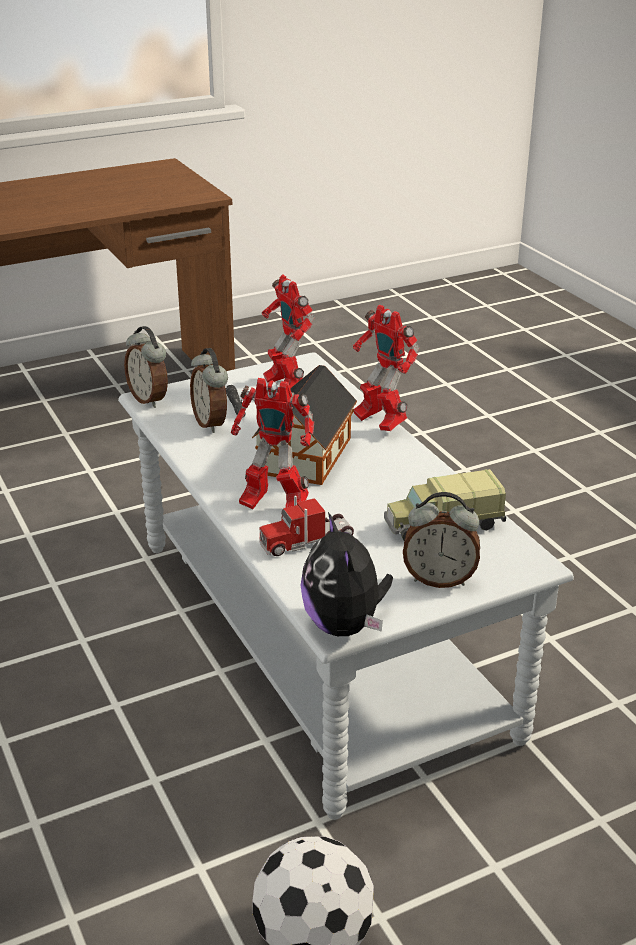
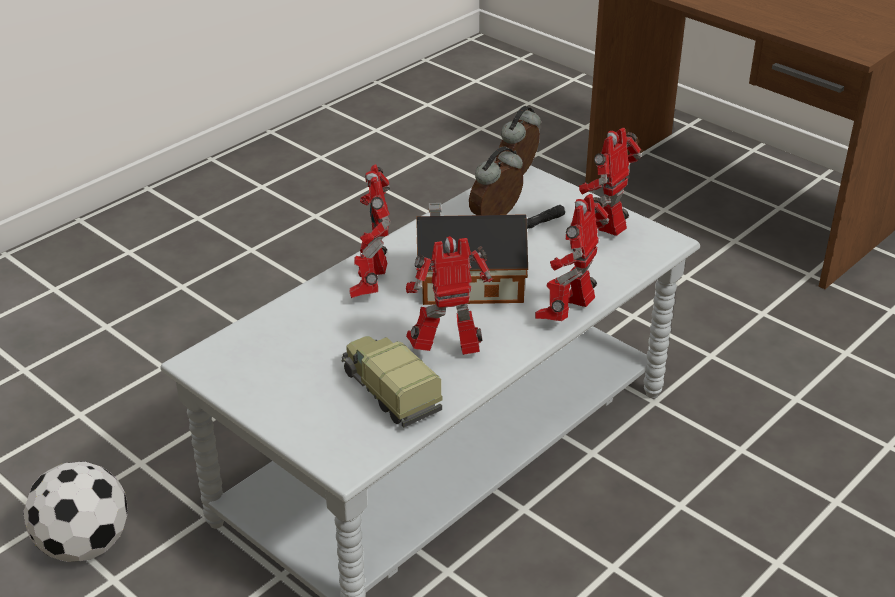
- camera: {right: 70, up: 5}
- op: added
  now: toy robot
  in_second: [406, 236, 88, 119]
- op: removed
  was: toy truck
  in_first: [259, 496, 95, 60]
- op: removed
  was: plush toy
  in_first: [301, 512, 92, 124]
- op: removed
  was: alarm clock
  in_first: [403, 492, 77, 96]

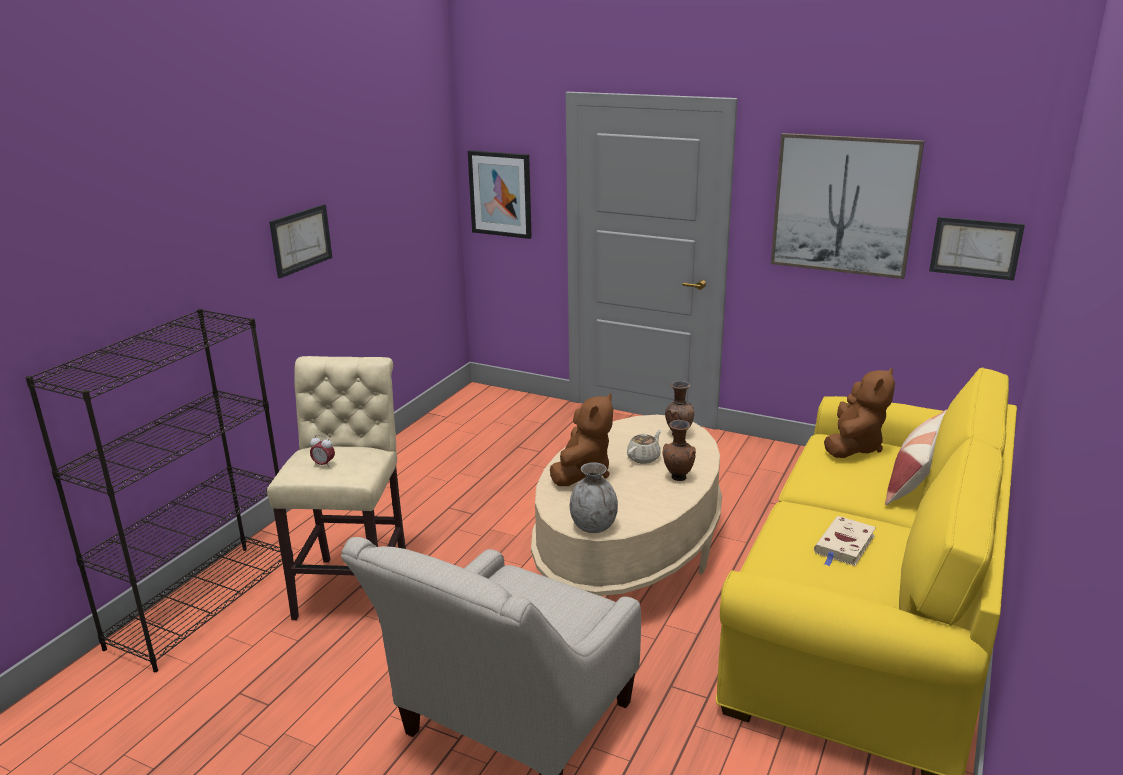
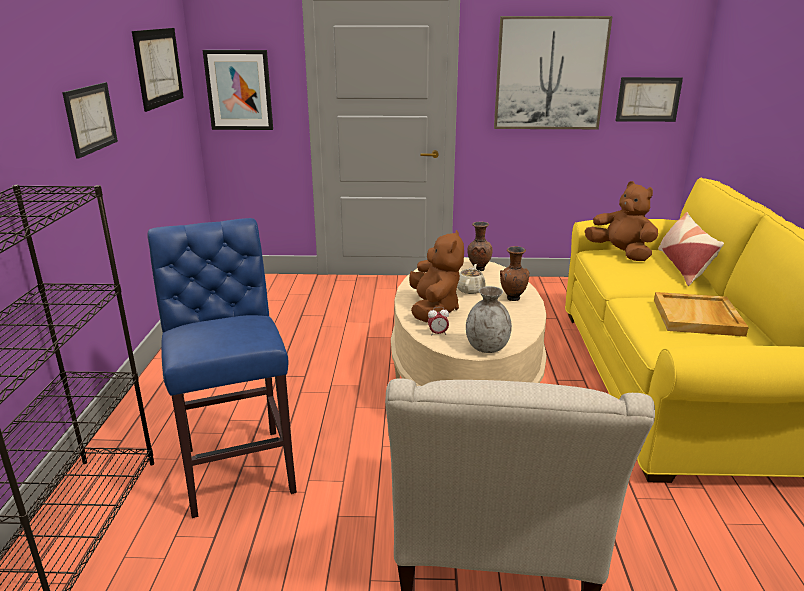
- camera: {right: -25, up: 0}
- op: added
  now: picture
  in_second: [132, 28, 52, 84]
- op: recoloured
  was: beige stool
  now: blue stool
  in_first: [267, 356, 139, 267]
  in_second: [147, 218, 150, 300]
- op: moved
  was: alarm clock
  in_first: [310, 435, 25, 33]
  in_second: [428, 307, 21, 29]
- op: turned
  was: brown plush toy
  in_first: [824, 367, 71, 91]
  in_second: [585, 181, 73, 80]
  clockwise: -45
- op: replaced
  was: beige book
  now: beige tray
  in_first: [814, 516, 62, 50]
  in_second: [654, 292, 95, 45]

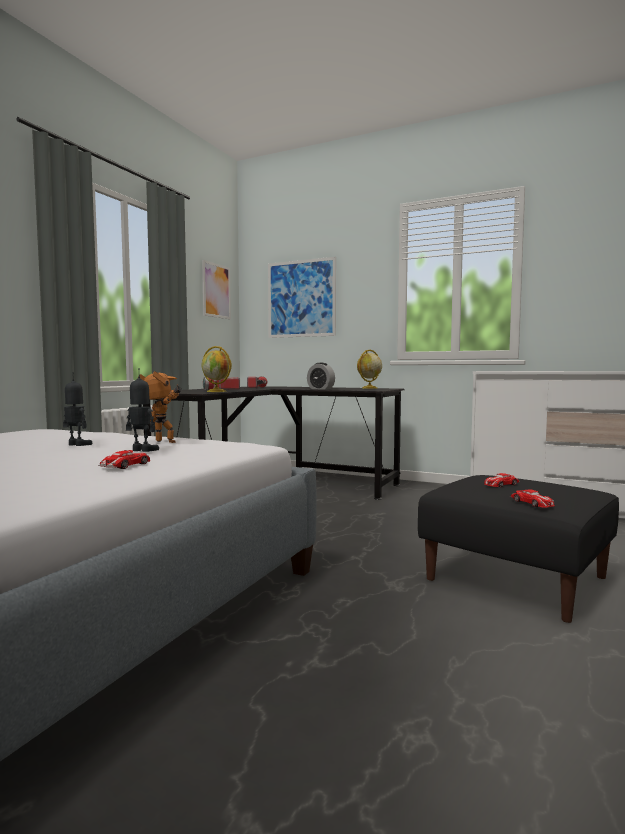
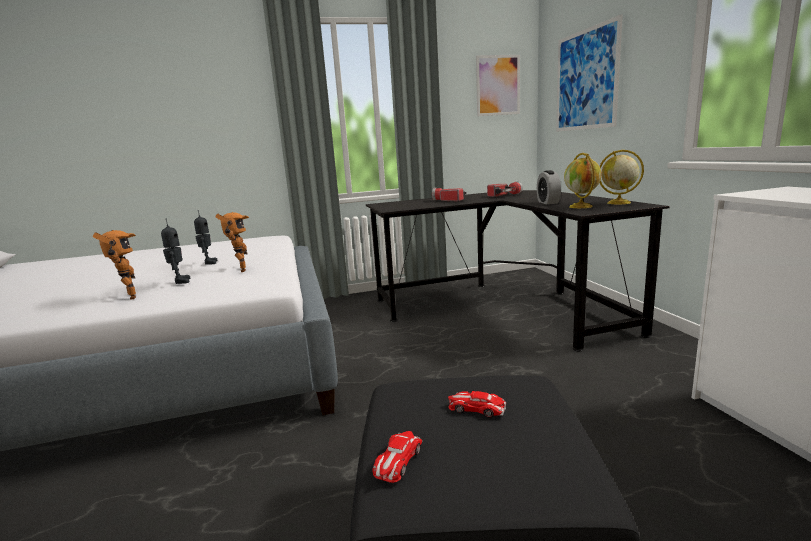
- camera: {right: 50, up: 10}
- op: replaced
  was: toy car
  now: toy robot
  in_first: [98, 450, 52, 19]
  in_second: [93, 230, 43, 70]
- op: moved
  was: globe
  in_first: [201, 346, 31, 46]
  in_second: [564, 153, 38, 55]

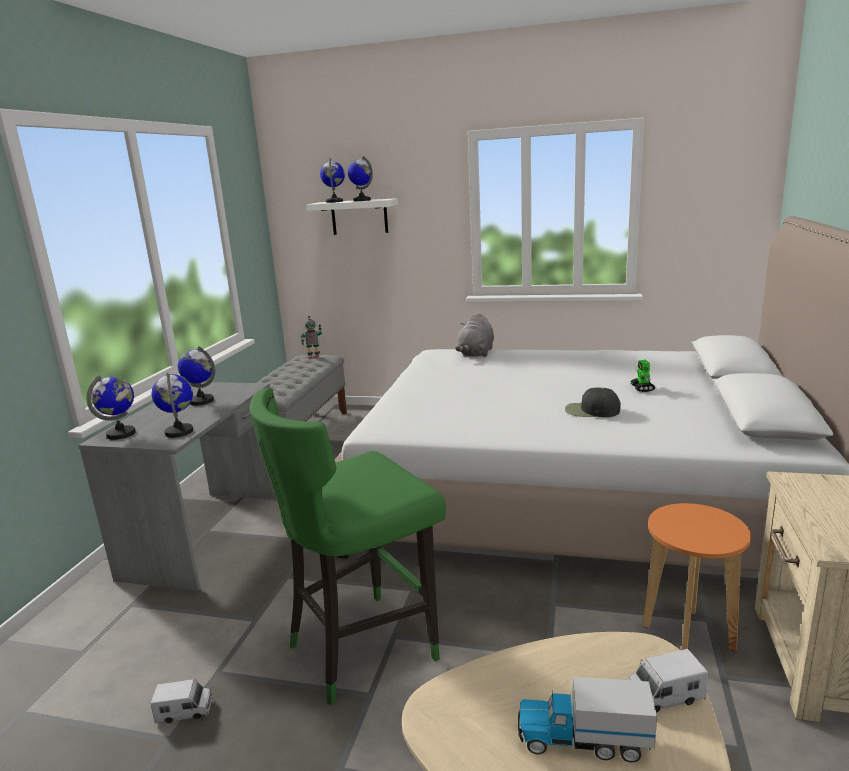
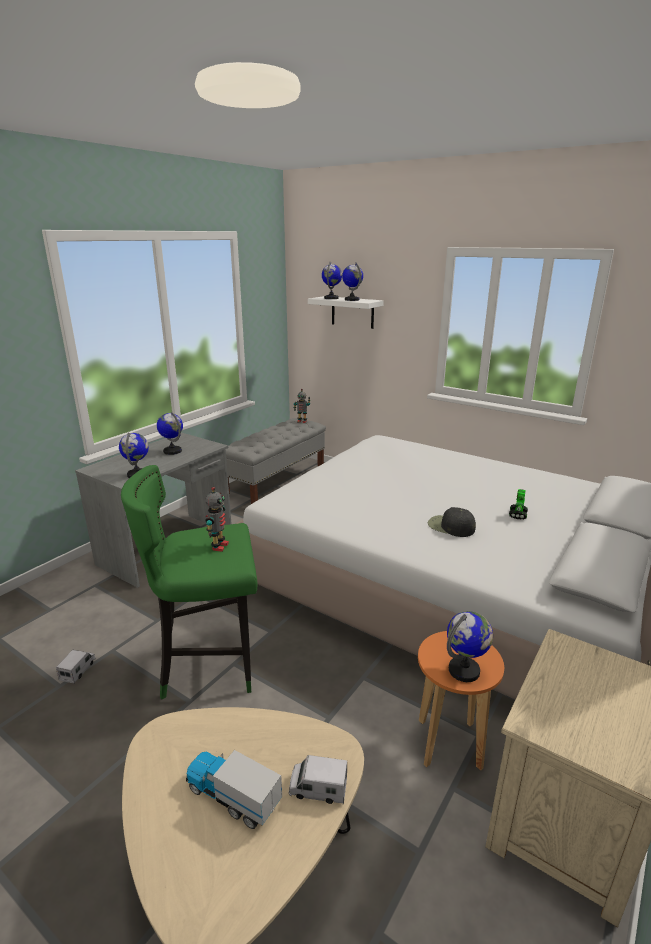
- camera: {right: 20, up: 5}
- op: turned
  was: toy truck
  in_first: [151, 679, 62, 45]
  in_second: [56, 650, 40, 34]
  clockwise: -90
- op: added
  now: toy robot
  in_second: [205, 487, 24, 65]
- op: moved
  was: globe
  in_first: [86, 375, 50, 65]
  in_second: [447, 611, 46, 71]
- op: removed
  was: grey plush toy
  in_first: [455, 314, 39, 43]

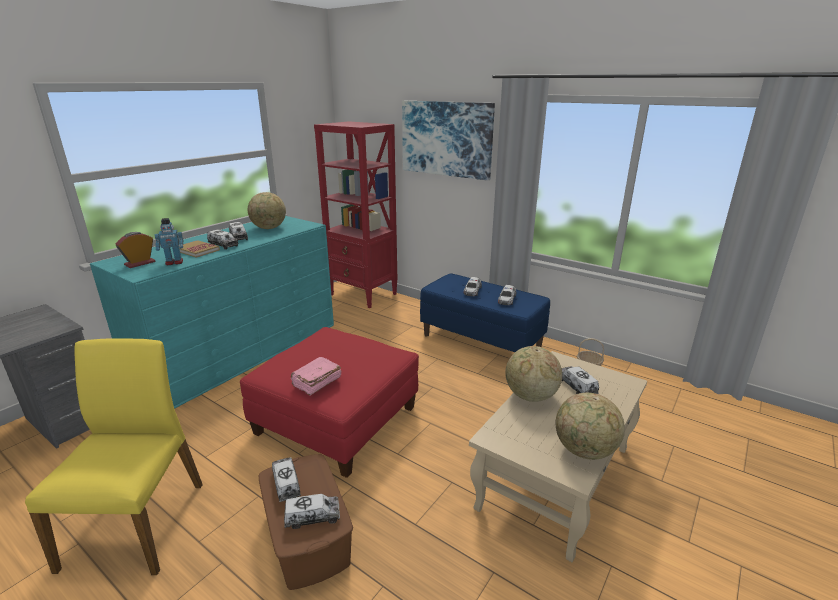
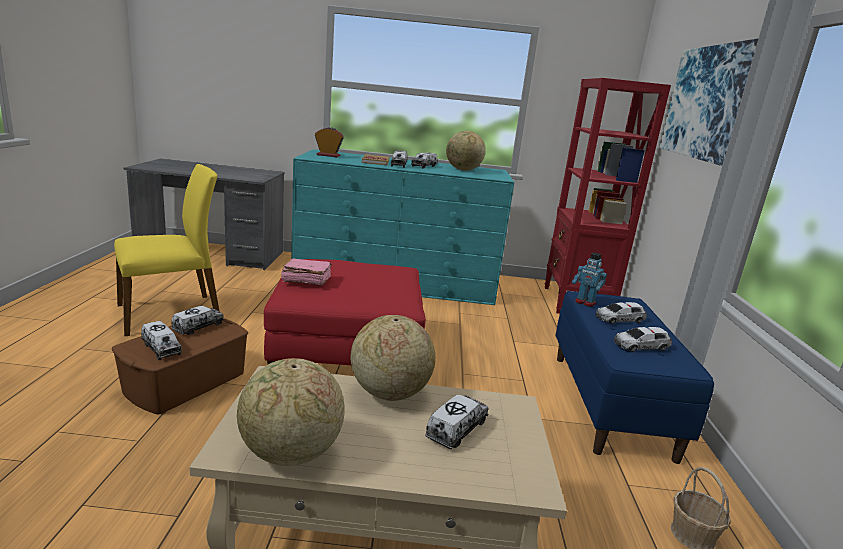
- camera: {right: 55, up: -5}
- op: moved
  was: toy robot
  in_first: [155, 218, 29, 47]
  in_second: [572, 252, 35, 55]

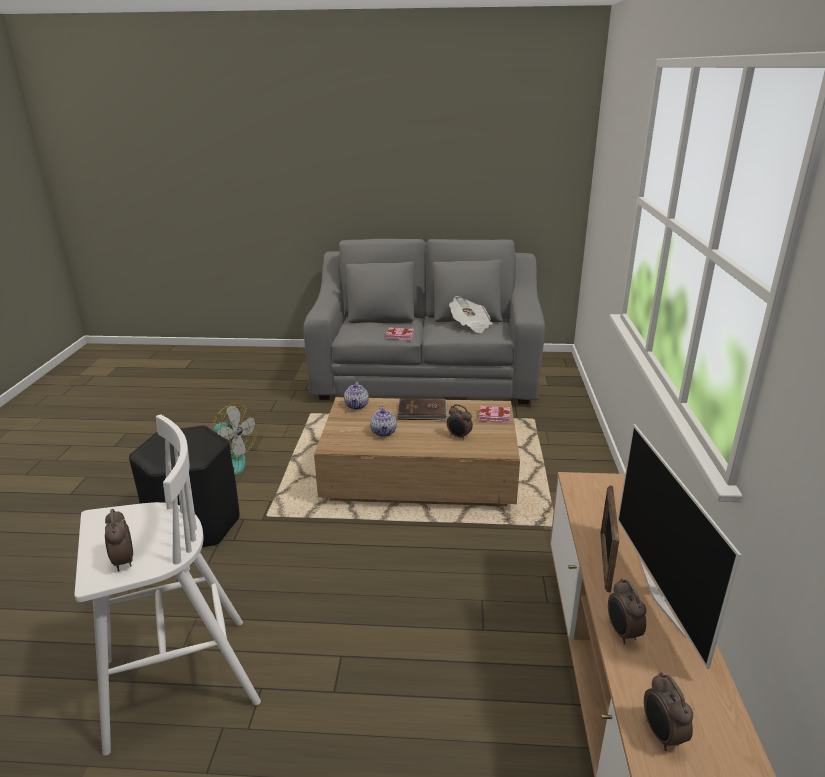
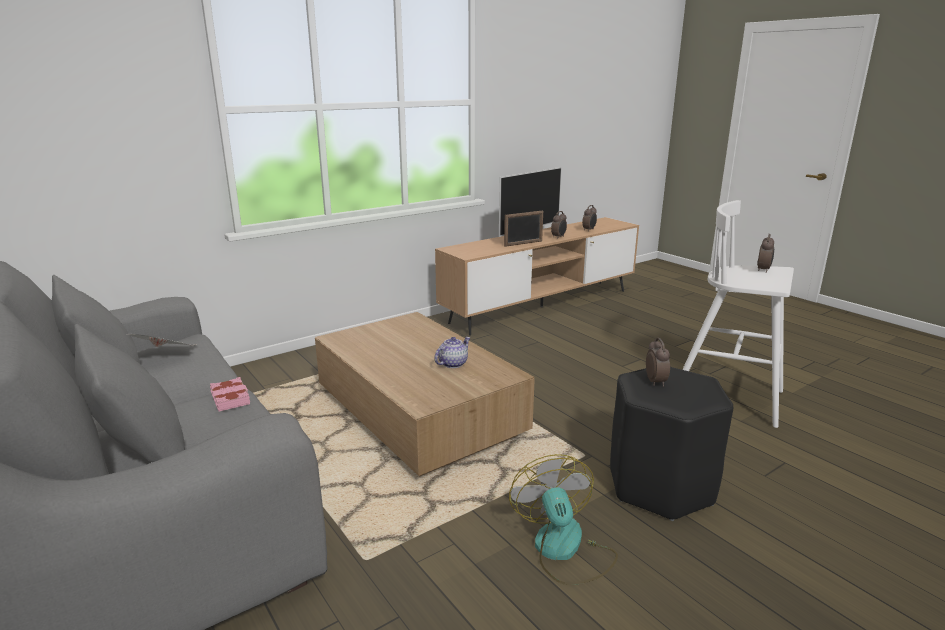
- camera: {right: -130, up: -5}
- op: moved
  was: alarm clock
  in_first: [447, 404, 26, 36]
  in_second: [646, 338, 24, 49]
- op: removed
  was: teapot
  in_first: [344, 381, 25, 29]
- op: removed
  was: brown book
  in_first: [397, 399, 51, 21]
- op: removed
  was: pink book
  in_first: [479, 405, 31, 18]

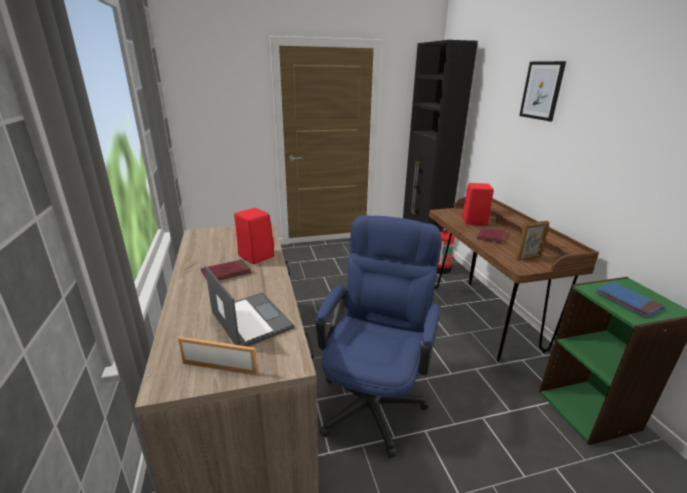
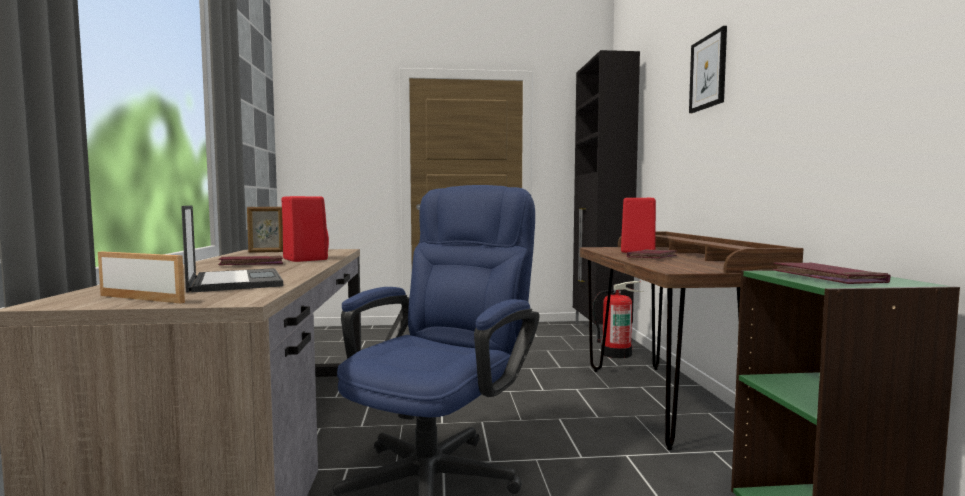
- camera: {right: 10, up: -20}
- op: moved
  was: picture frame
  in_first: [515, 221, 35, 40]
  in_second: [247, 207, 36, 46]
- op: recoloured
  was: blue book
  now: red book
  in_first: [595, 282, 70, 36]
  in_second: [773, 262, 118, 22]

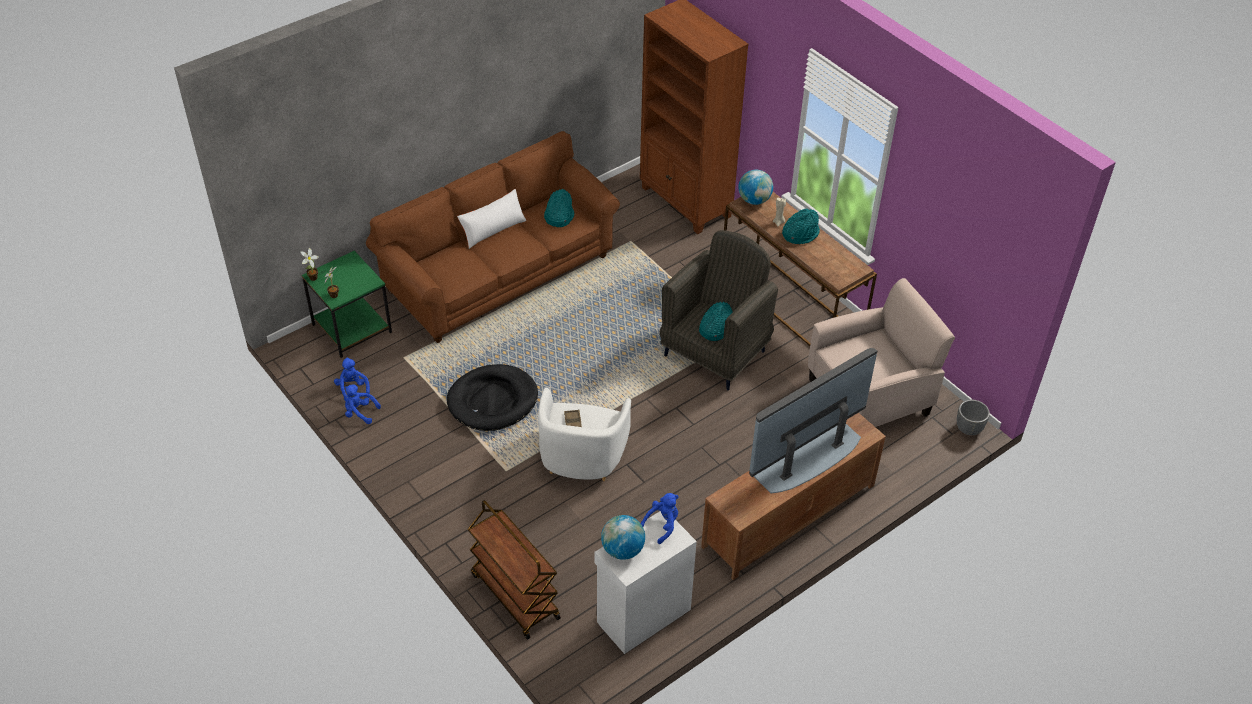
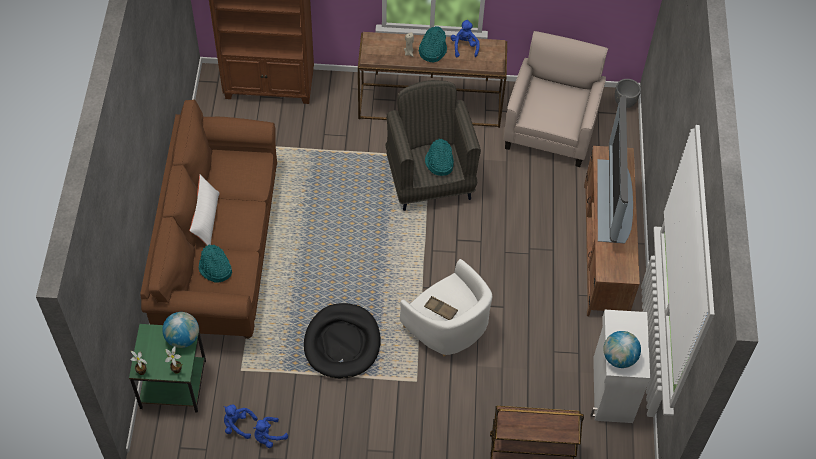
- camera: {right: -50, up: 10}
- op: moved
  was: globe
  in_first: [738, 170, 35, 35]
  in_second: [162, 312, 37, 36]
- op: moved
  was: turquoise hat
  in_first: [544, 189, 30, 38]
  in_second: [199, 245, 33, 38]
- op: moved
  was: blue plush toy
  in_first: [641, 493, 38, 51]
  in_second: [451, 19, 29, 38]

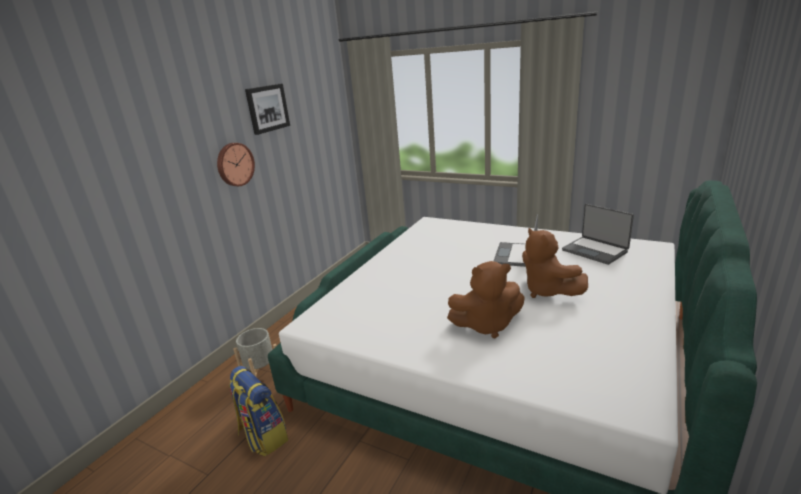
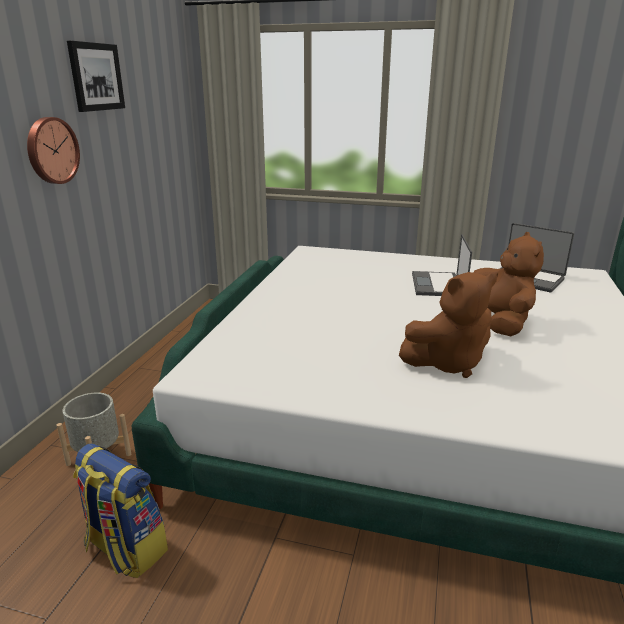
- camera: {right: -15, up: 0}
- op: turned
  was: brown plush toy
  in_first: [522, 228, 66, 70]
  in_second: [474, 232, 70, 104]
  clockwise: -150

